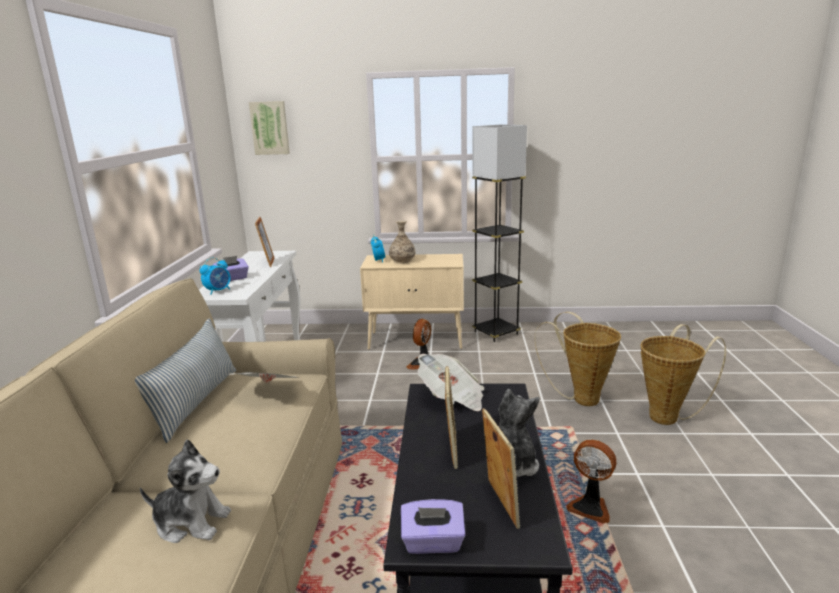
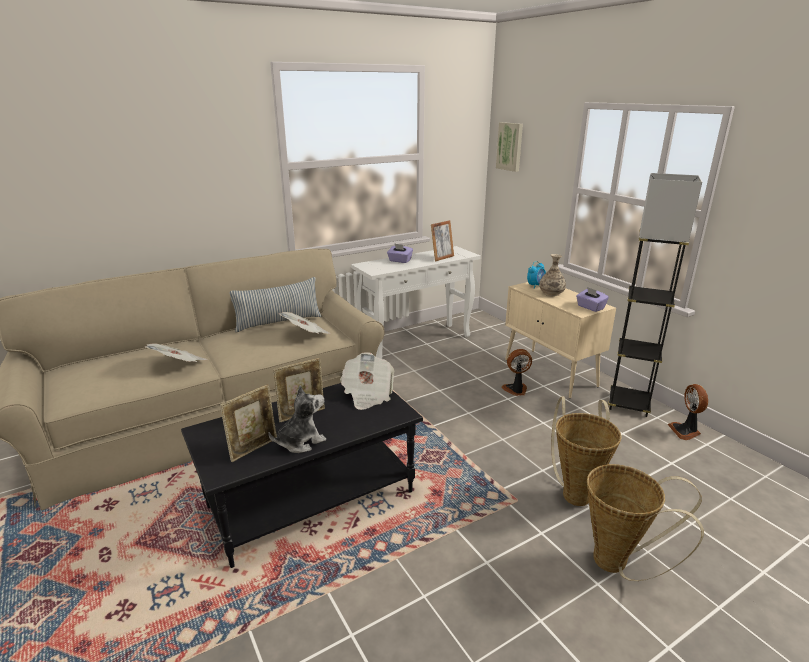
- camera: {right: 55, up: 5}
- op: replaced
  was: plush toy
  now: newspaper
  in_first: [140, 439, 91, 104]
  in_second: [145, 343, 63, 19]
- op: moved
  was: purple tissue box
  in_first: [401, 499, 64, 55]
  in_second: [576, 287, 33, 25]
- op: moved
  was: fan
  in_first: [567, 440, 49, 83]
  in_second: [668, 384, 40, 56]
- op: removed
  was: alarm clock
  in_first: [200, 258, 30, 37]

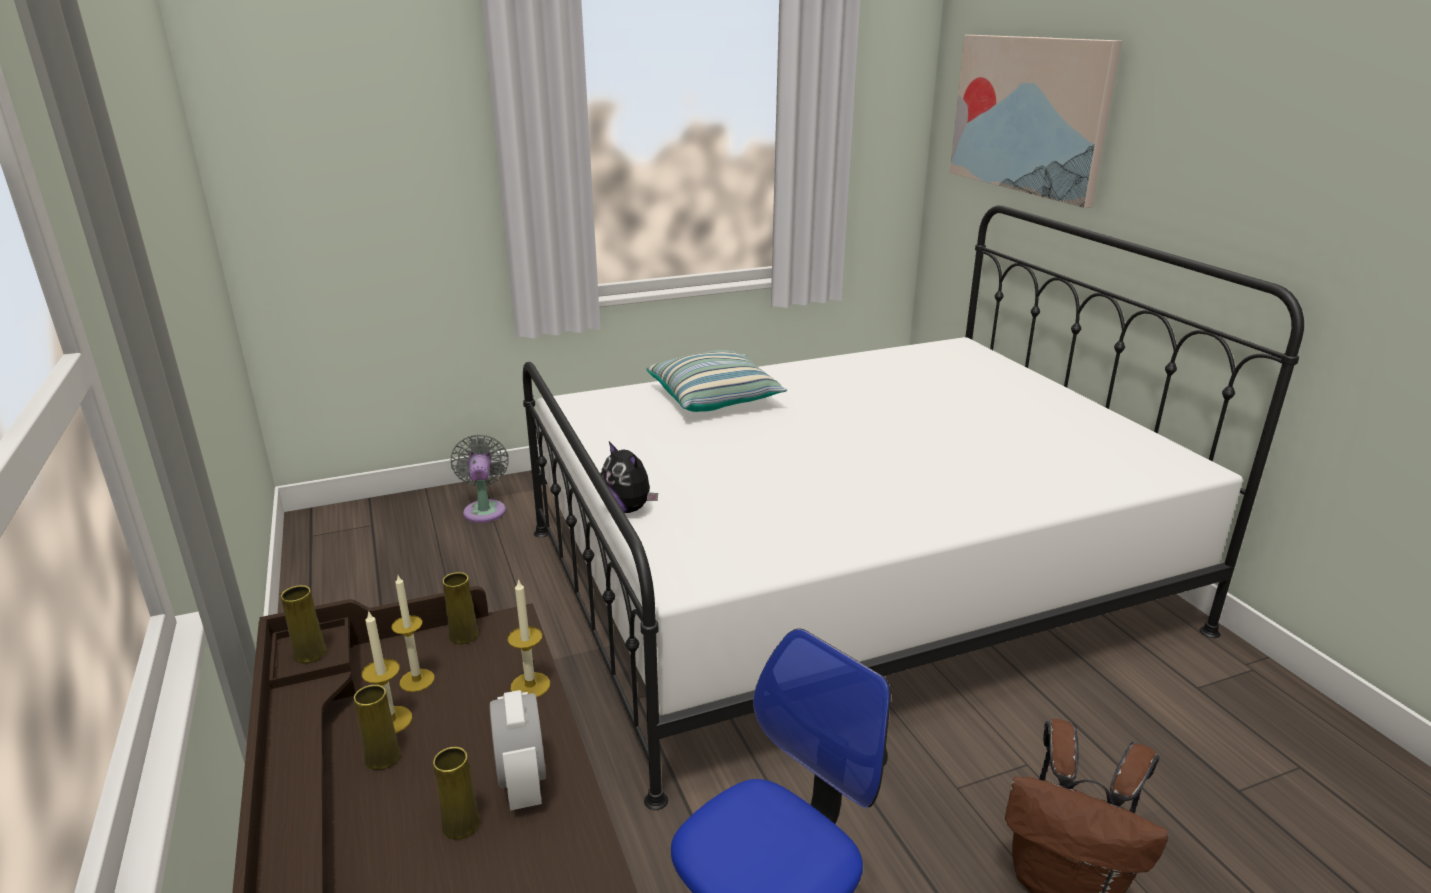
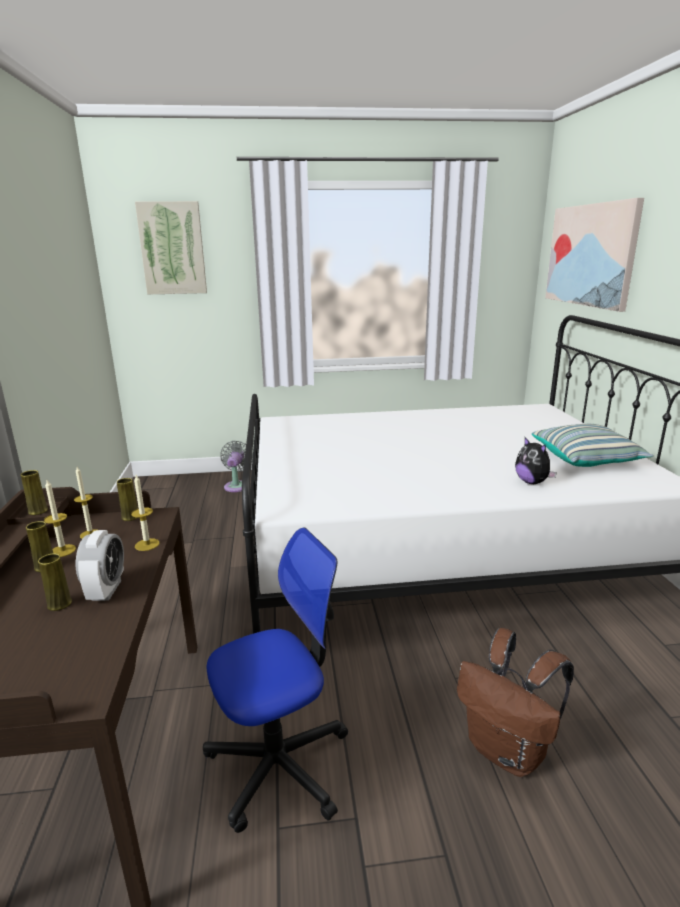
- camera: {right: 15, up: -5}
- op: added
  now: picture
  in_second: [135, 201, 72, 94]
- op: moved
  was: plush toy
  in_first: [601, 441, 57, 72]
  in_second: [515, 437, 42, 47]
- op: moved
  was: pillow
  in_first: [646, 350, 141, 62]
  in_second: [532, 424, 122, 43]

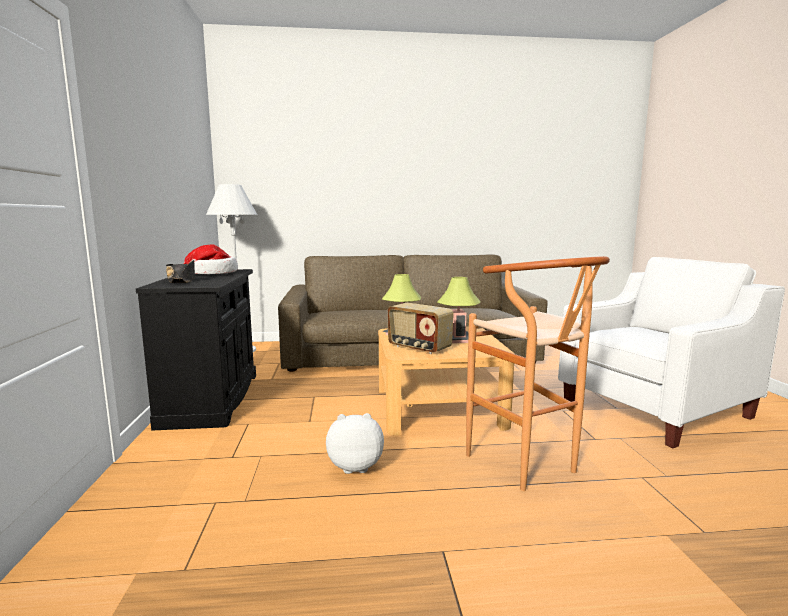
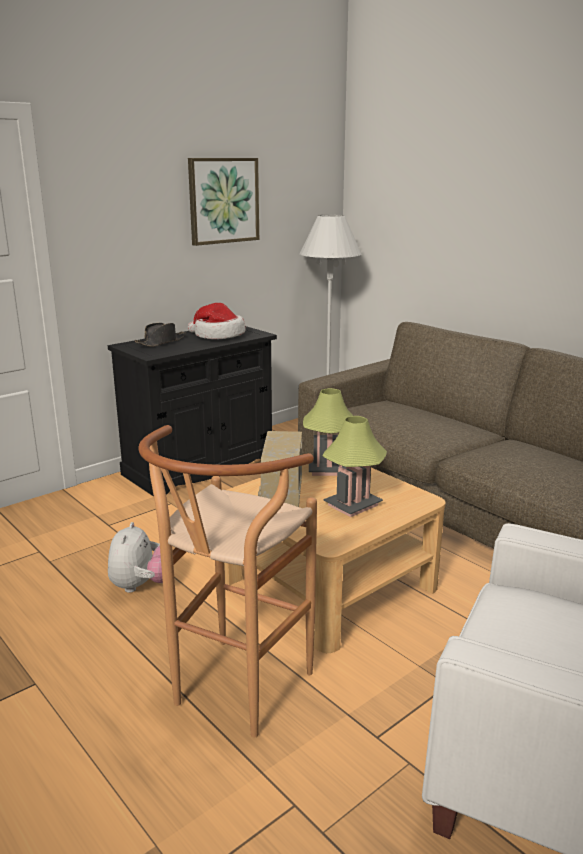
- camera: {right: 55, up: 10}
- op: turned
  was: plush toy
  in_first: [326, 413, 58, 61]
  in_second: [108, 522, 65, 71]
  clockwise: 45
- op: added
  now: picture
  in_second: [188, 158, 71, 88]

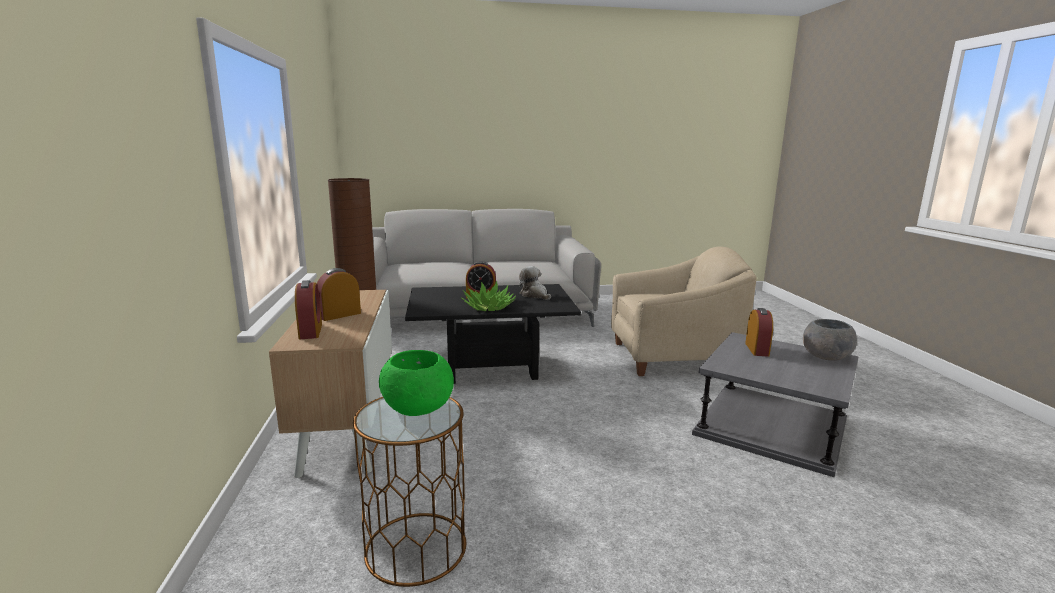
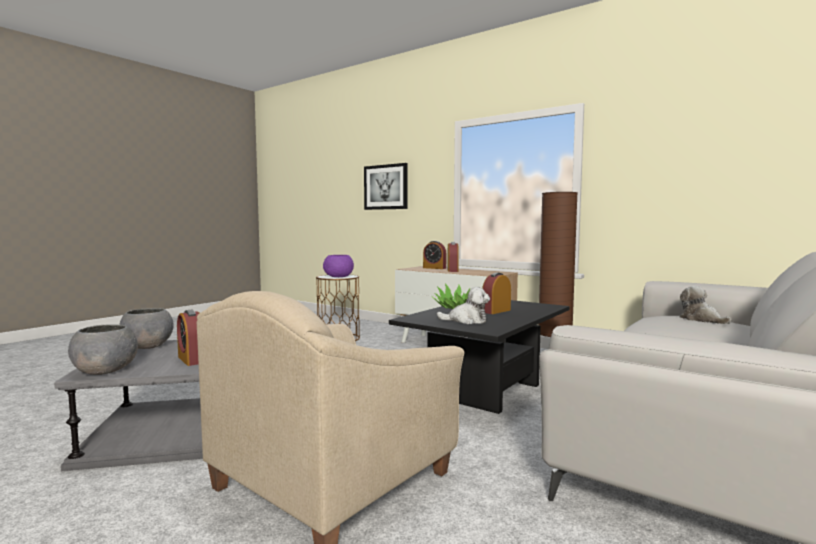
- camera: {right: 135, up: -10}
- op: added
  now: grey bowl
  in_second: [119, 308, 55, 41]
- op: recoloured
  was: green bowl
  now: purple bowl
  in_first: [379, 350, 75, 66]
  in_second: [323, 255, 31, 22]
- op: added
  now: picture
  in_second: [364, 163, 44, 47]
- op: added
  now: plush toy
  in_second: [679, 286, 53, 38]

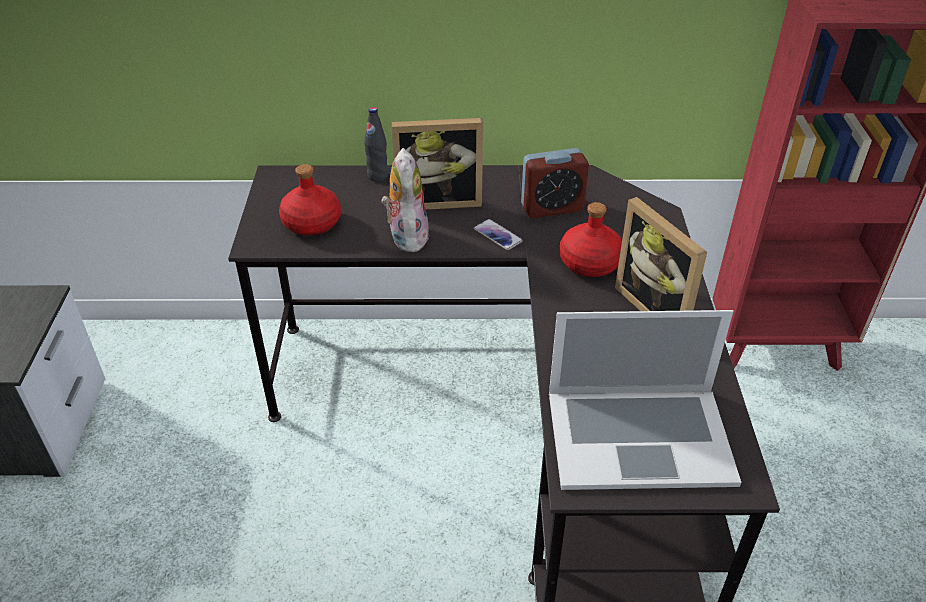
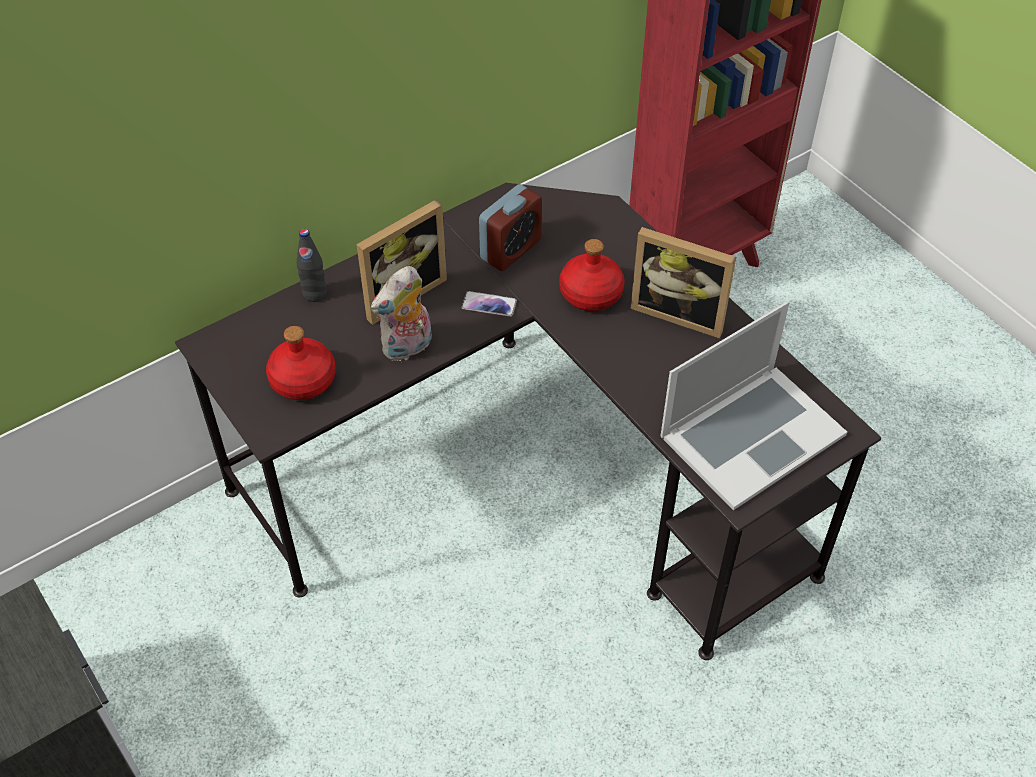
- camera: {right: -35, up: 10}
- op: turned
  was: plush toy
  in_first: [381, 148, 48, 104]
  in_second: [371, 266, 61, 95]
  clockwise: -90

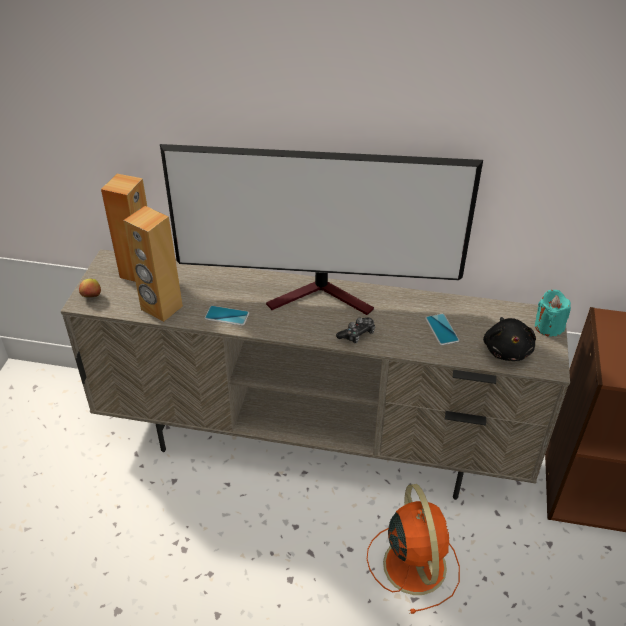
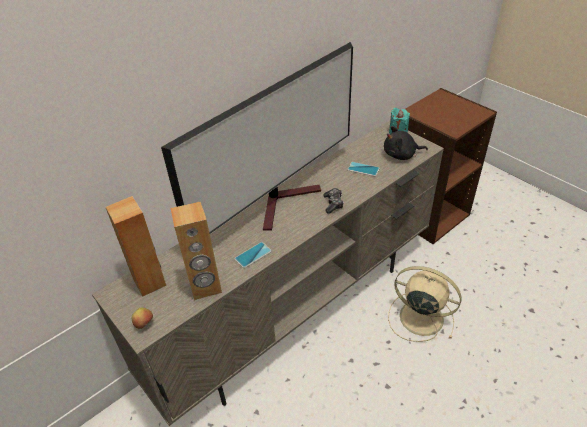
- camera: {right: -50, up: 0}
- op: turned
  was: black plush toy
  in_first: [483, 317, 53, 44]
  in_second: [384, 126, 44, 34]
  clockwise: 135
- op: recoloured
  was: orange fan
  now: beige fan
  in_first: [367, 484, 93, 130]
  in_second: [388, 266, 73, 76]

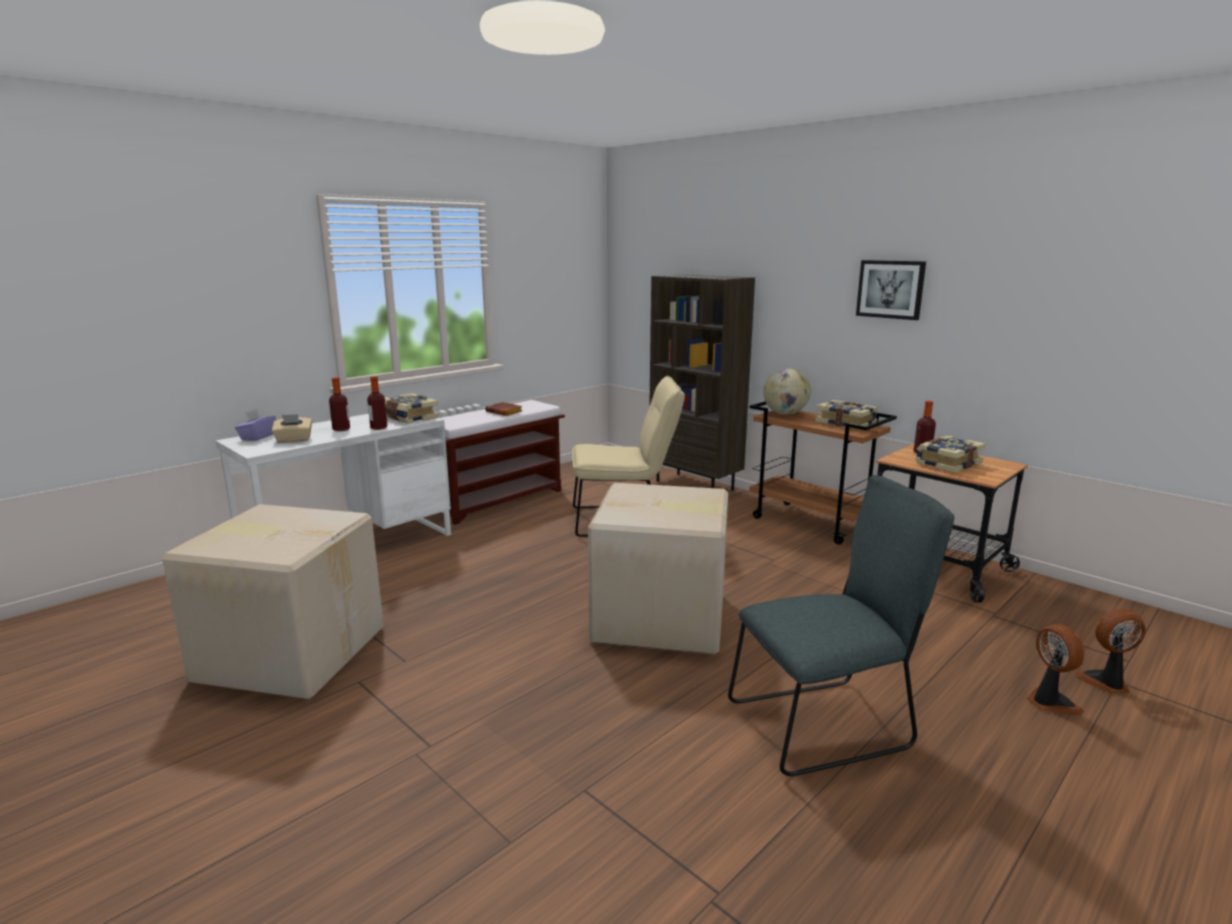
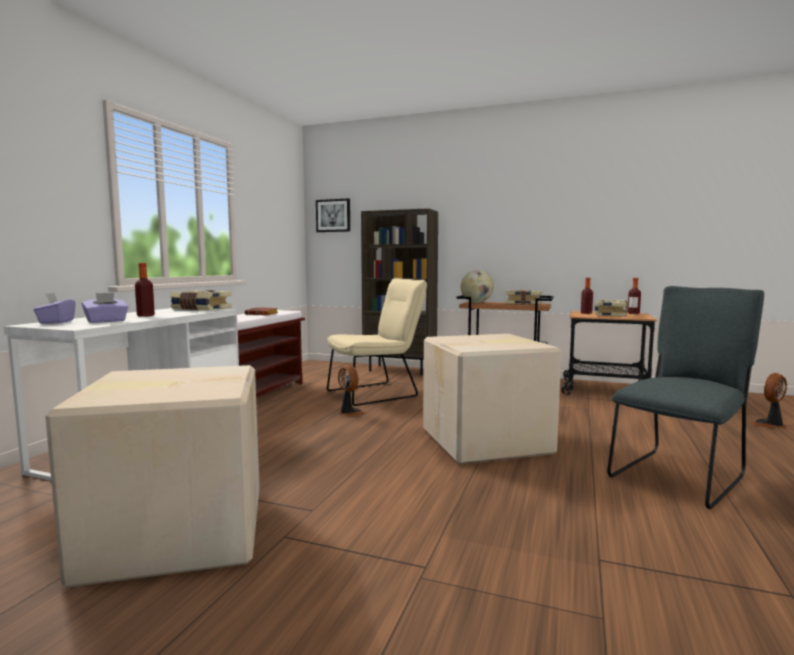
- camera: {right: -25, up: -10}
- op: recoloured
  was: beige tissue box
  now: purple tissue box
  in_first: [272, 414, 40, 29]
  in_second: [82, 293, 46, 30]
- op: moved
  was: picture
  in_first: [856, 260, 70, 60]
  in_second: [316, 198, 34, 34]
- op: moved
  was: fan
  in_first: [1026, 624, 58, 91]
  in_second: [337, 365, 29, 51]
- op: moved
  was: bottle
  in_first: [367, 376, 21, 54]
  in_second: [627, 278, 14, 36]

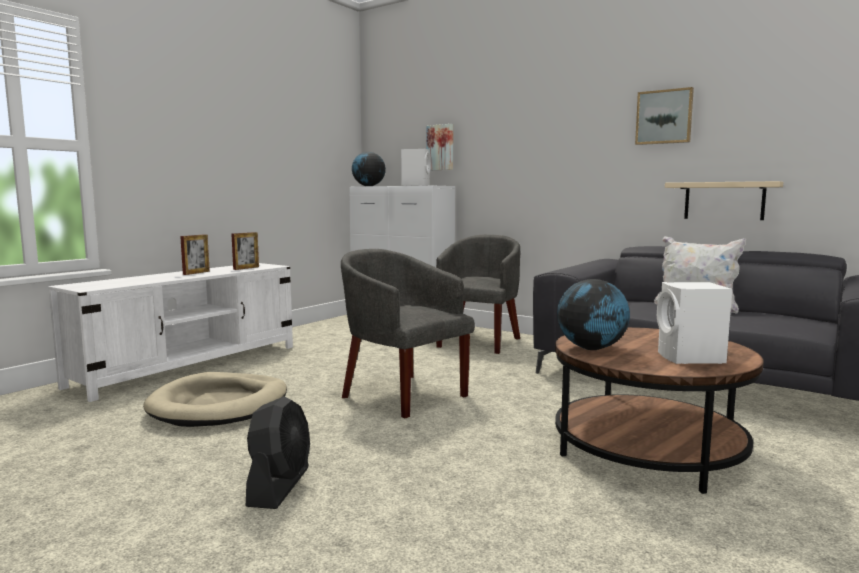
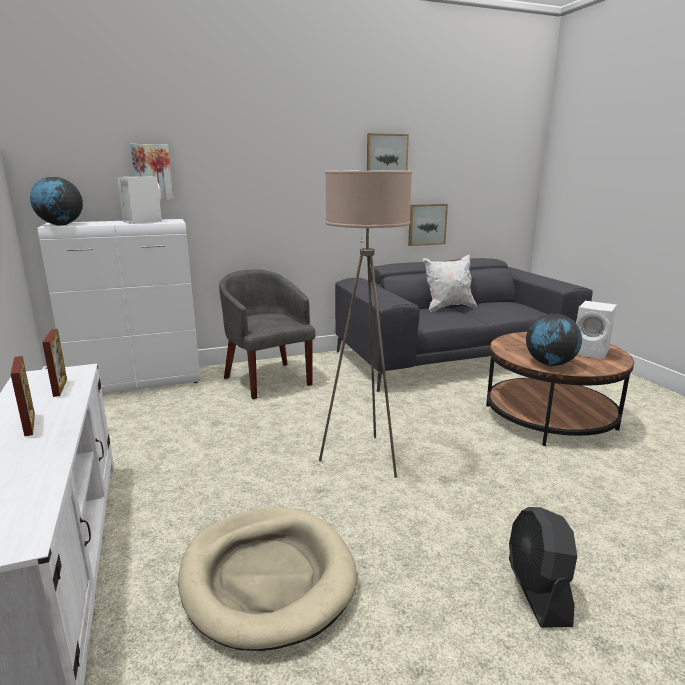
- camera: {right: -55, up: 10}
- op: replaced
  was: grey armchair
  now: beige floor lamp
  in_first: [341, 249, 134, 169]
  in_second: [319, 170, 93, 308]
- op: replaced
  was: beige shelf
  now: picture
  in_first: [665, 181, 118, 39]
  in_second: [408, 204, 40, 42]
- op: turned
  was: black fan
  in_first: [246, 396, 64, 113]
  in_second: [509, 507, 68, 121]
  clockwise: -135

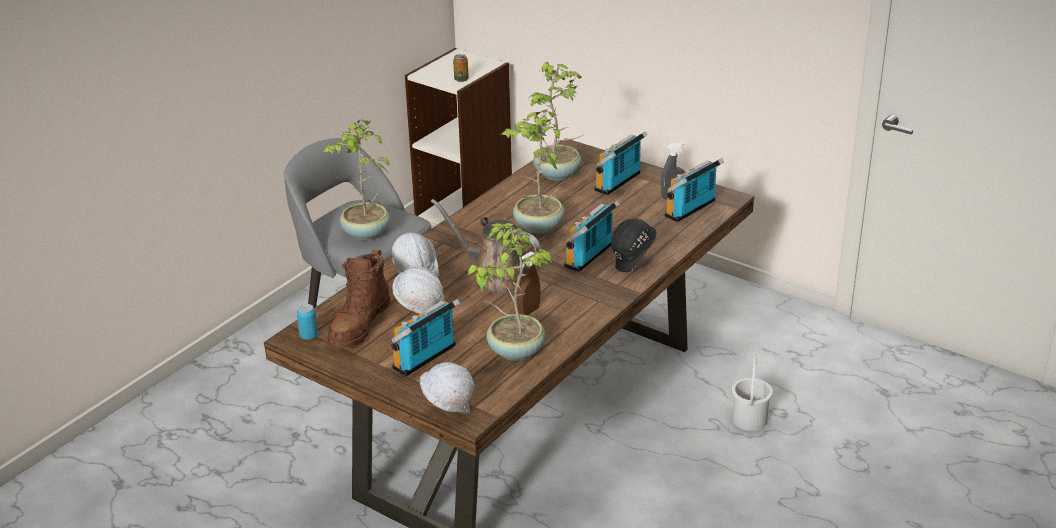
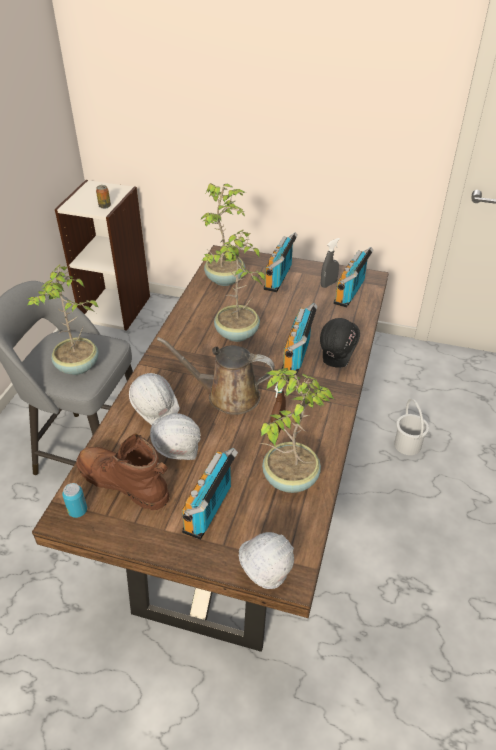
- camera: {right: -20, up: 10}
- op: turned
  was: brown boot
  in_first: [327, 250, 63, 98]
  in_second: [76, 433, 93, 78]
  clockwise: 120

